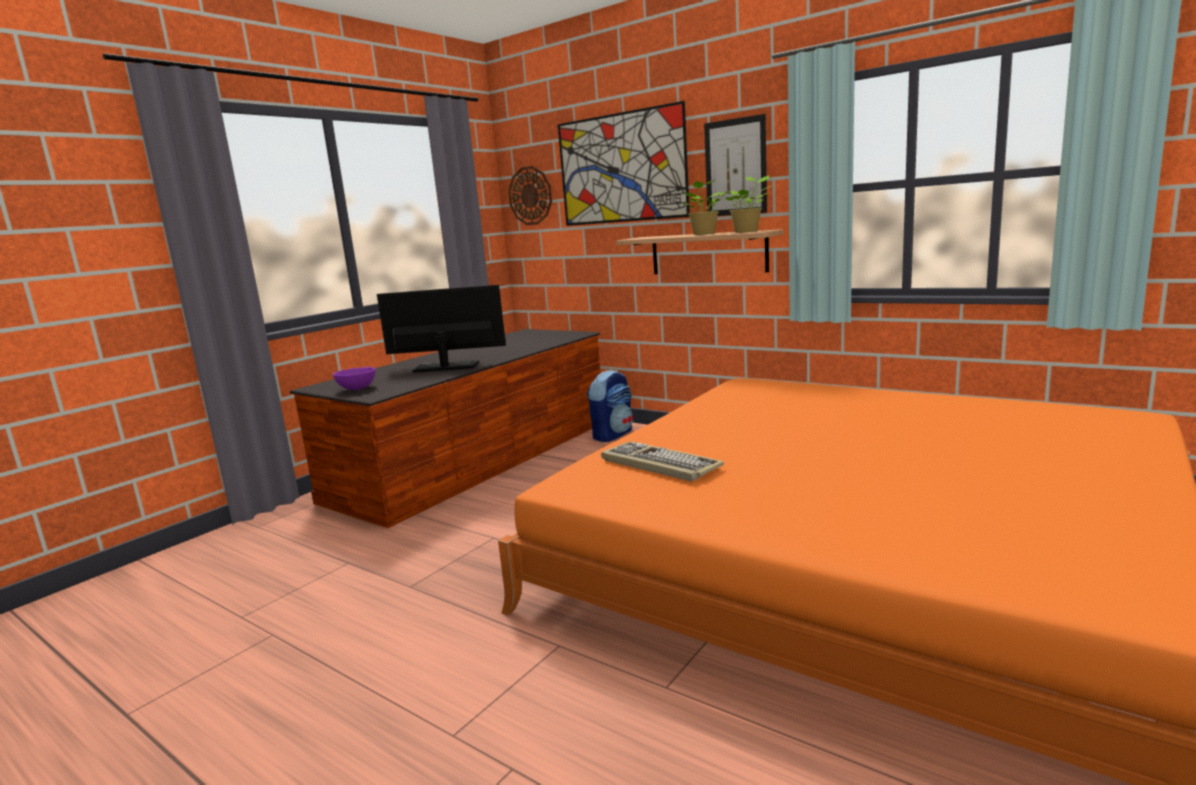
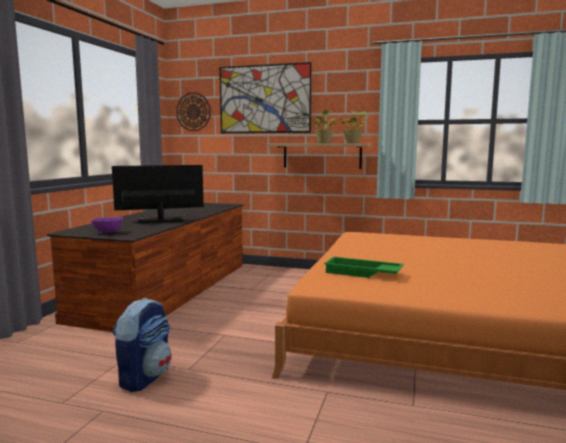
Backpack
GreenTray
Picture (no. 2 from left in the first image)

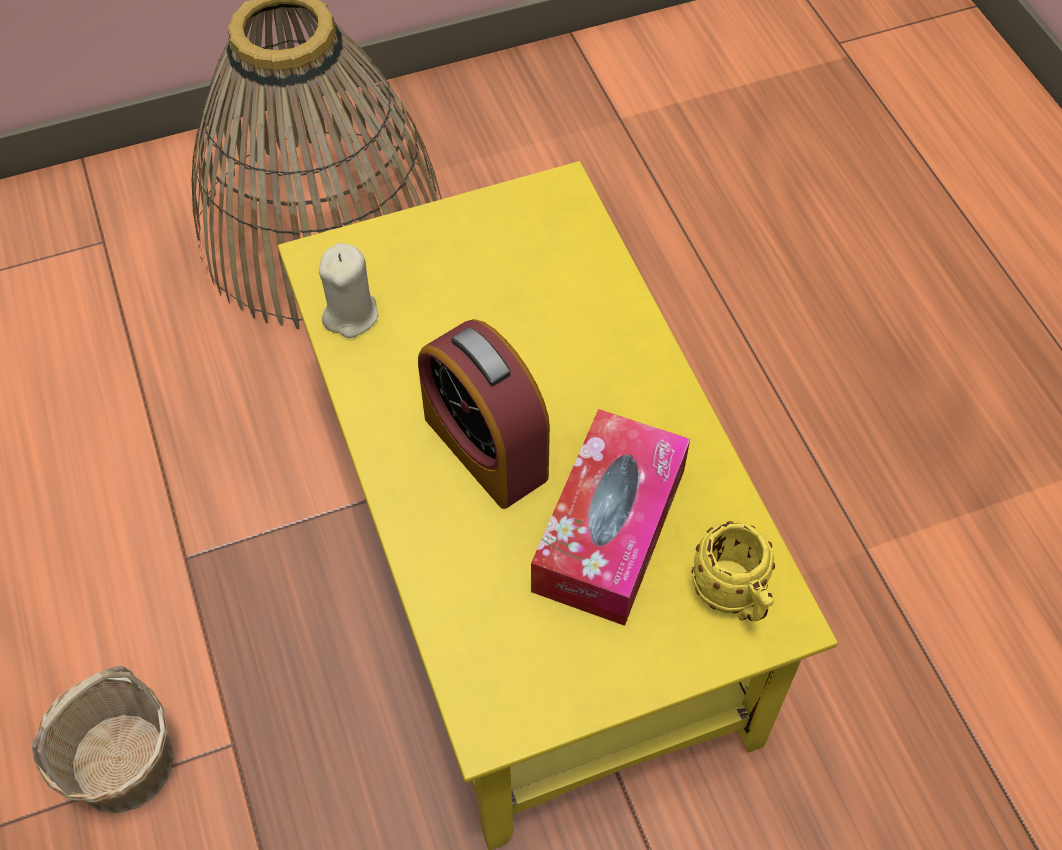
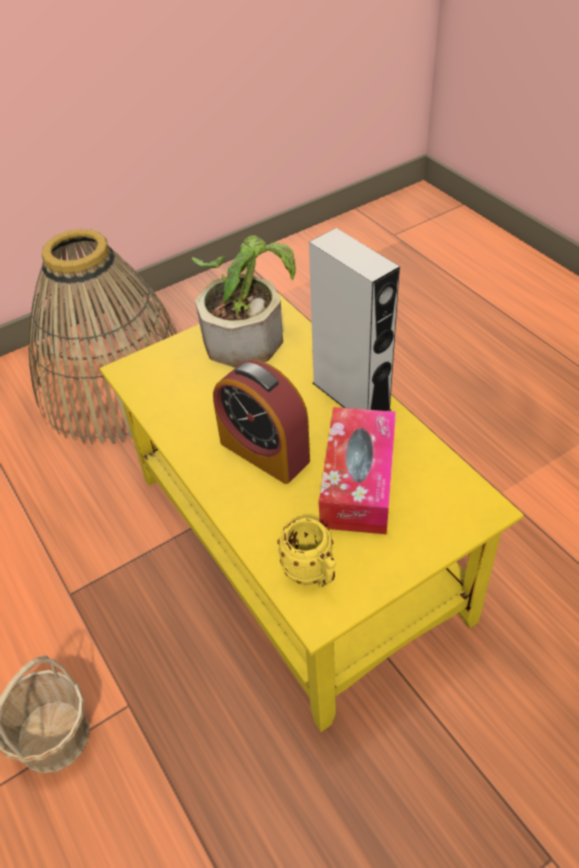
SandColouredWaxCandle
YellowMug
PottedPlant
GrayLoudspeaker

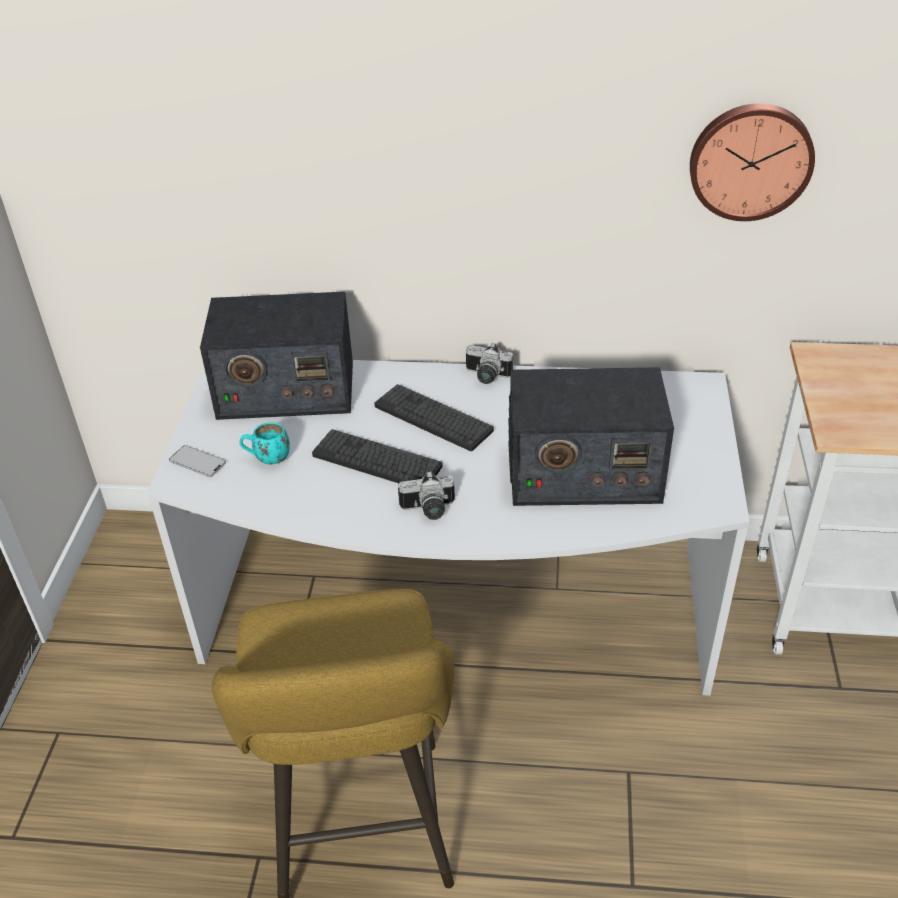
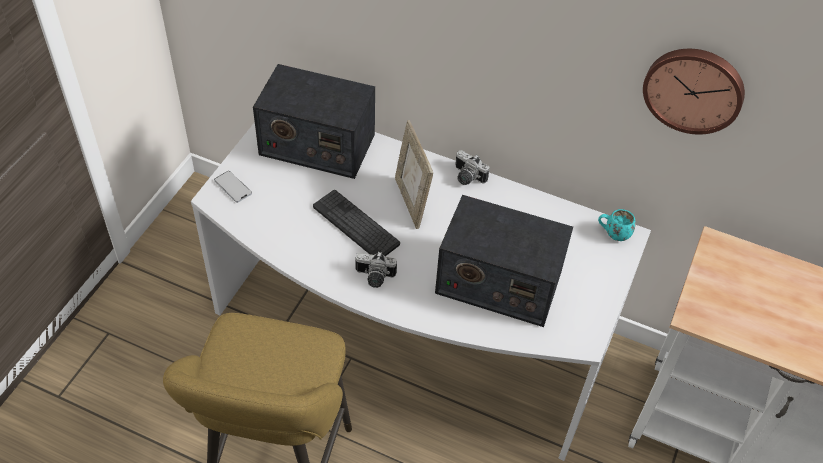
BlueGreenMug
StandingFrame

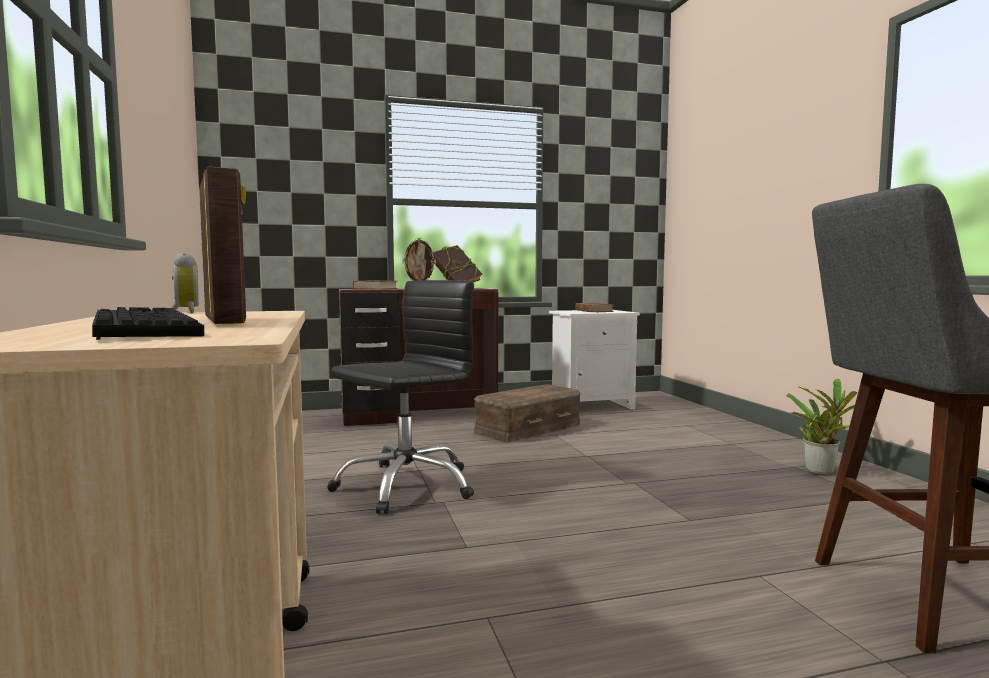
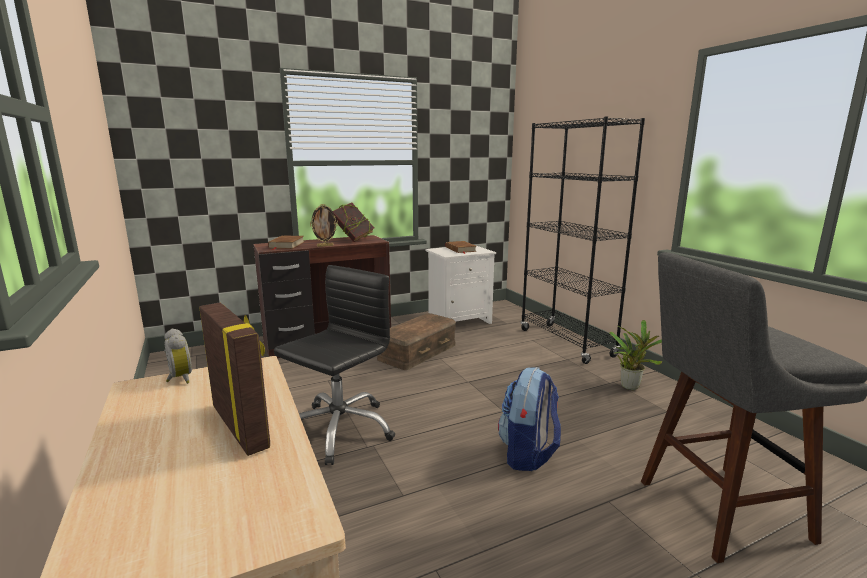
ComputerKeyboard
Backpack
BlackishBookcase

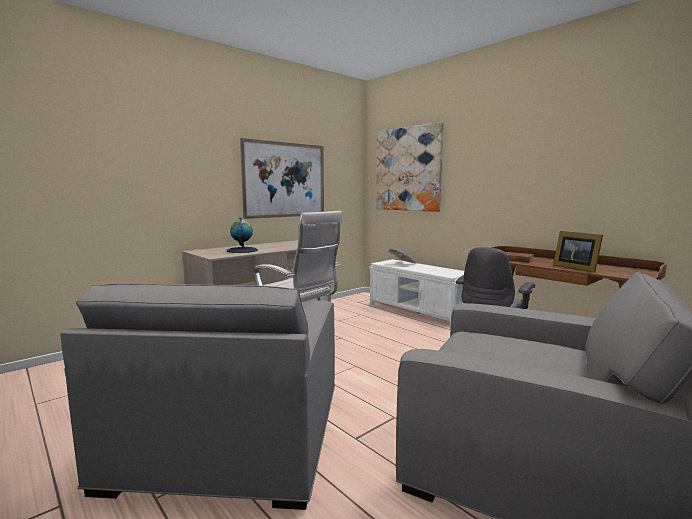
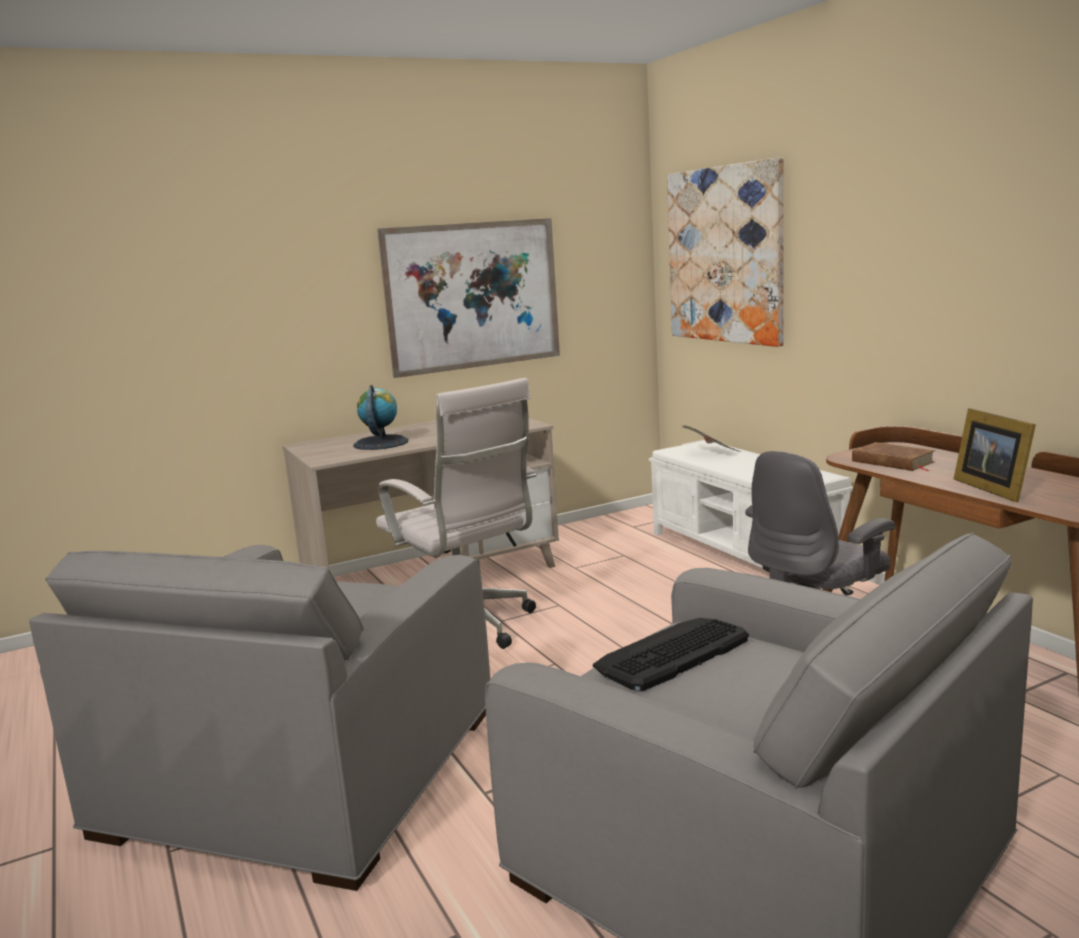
ComputerKeyboard

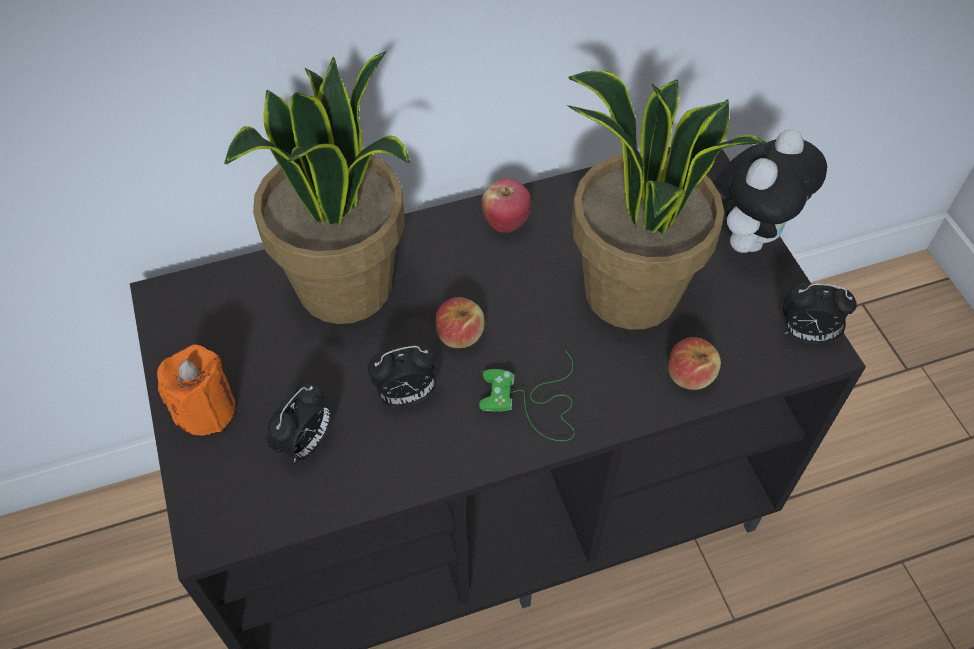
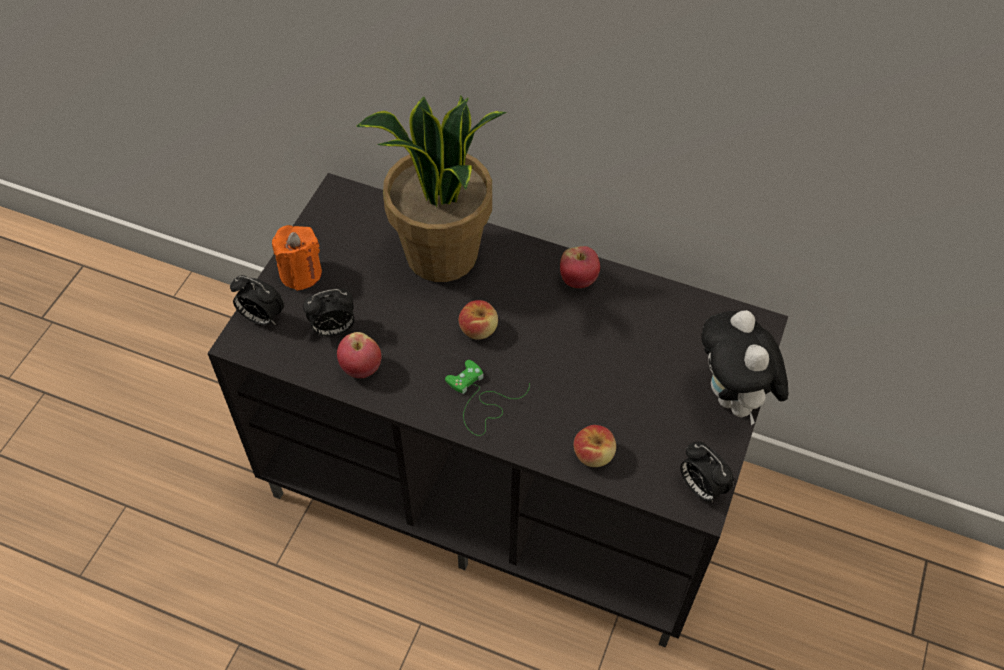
BedsideClock (no. 1 from left)
PottedPlant (no. 2 from left in the first image)
CuddlyToy
WholeApple (no. 1 from left)

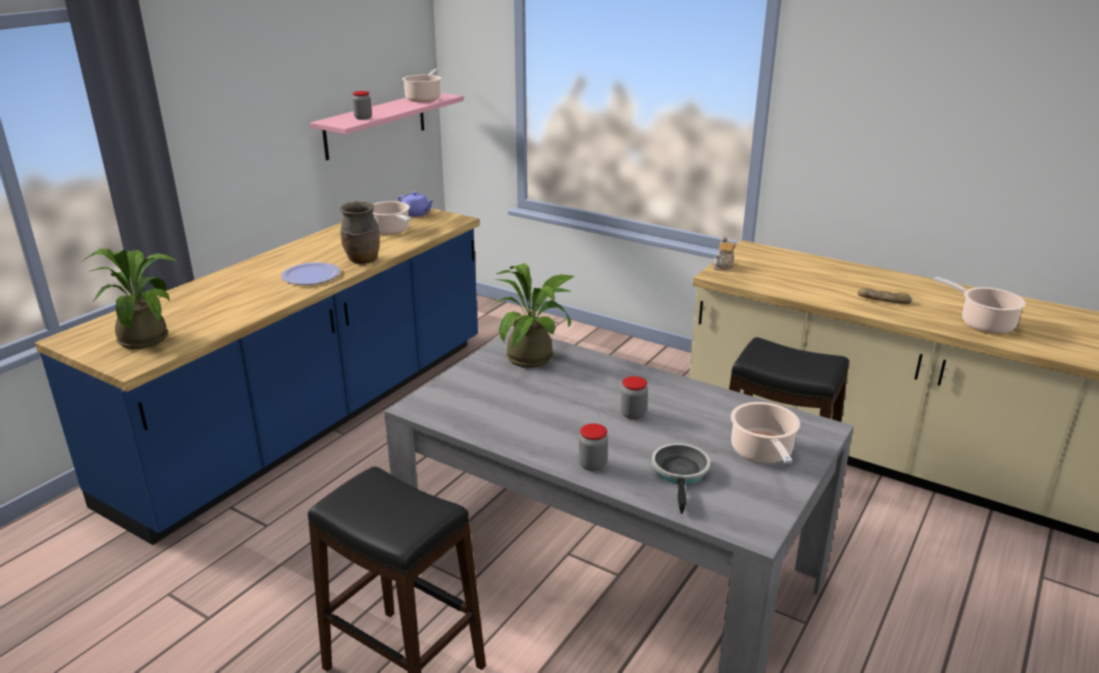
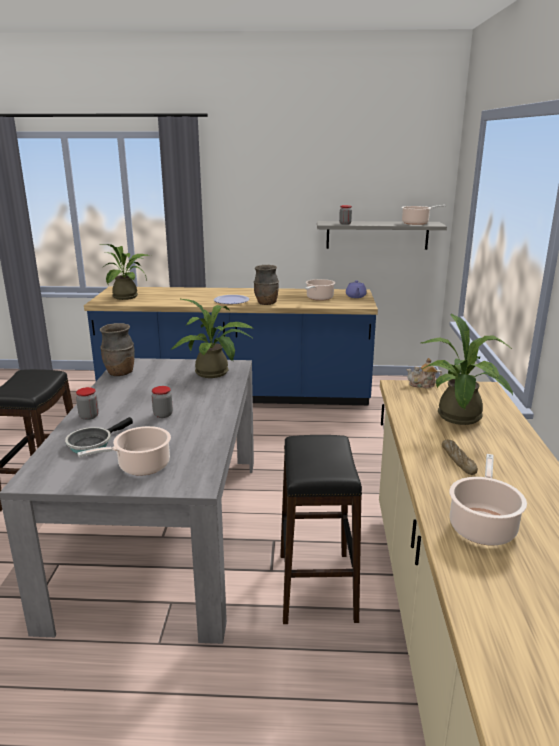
GrayWallShelf
FryingPan
BrownColouredFlowerVase (no. 1 from left)
PottedPlant (no. 3 from left)

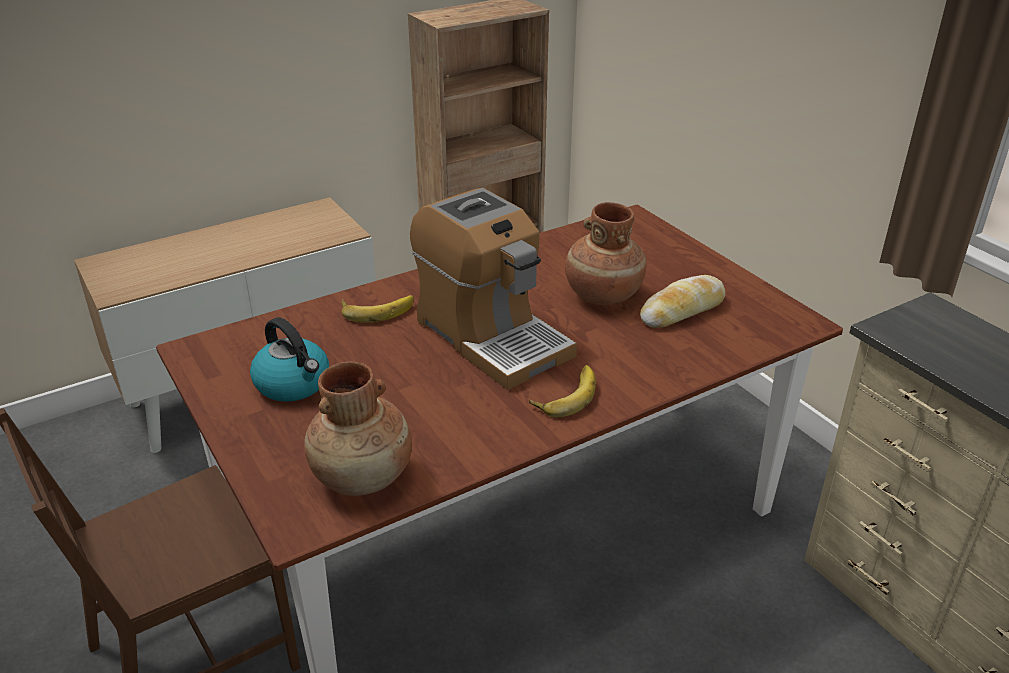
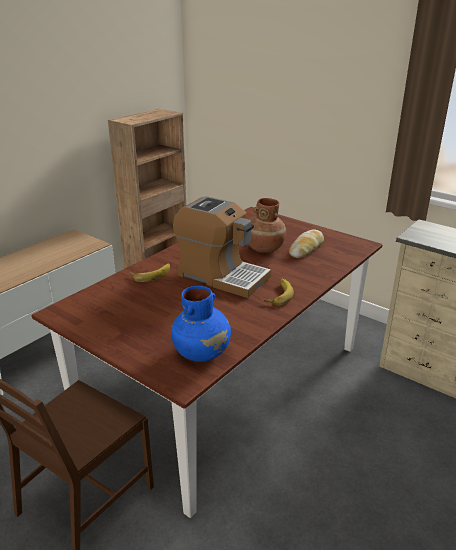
TeaKettle
BluishFlowerVase

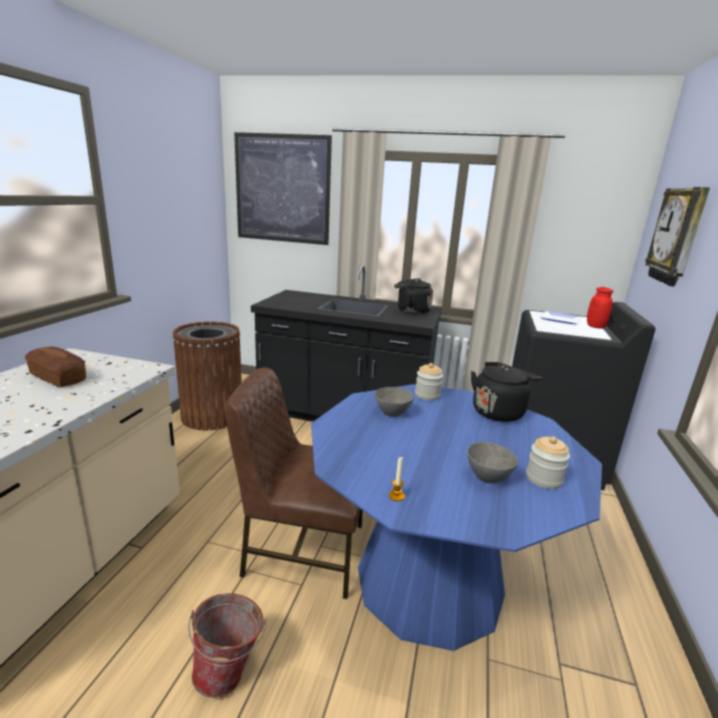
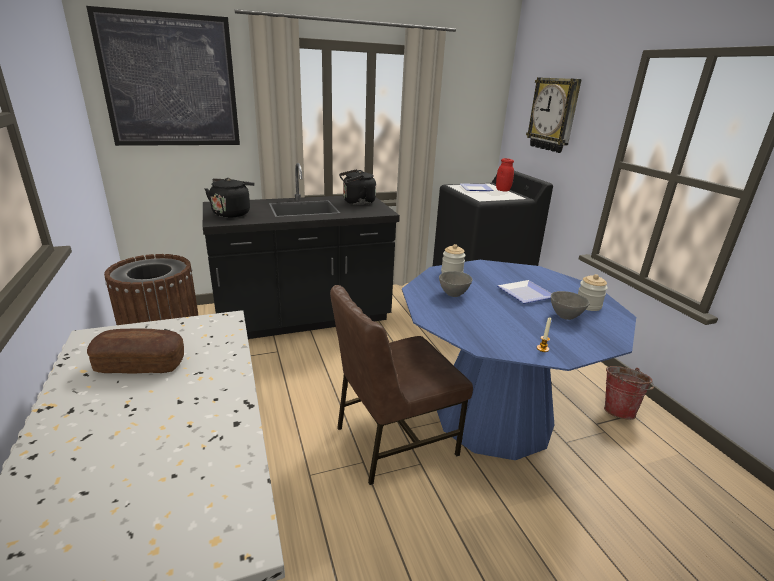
Bucket
BlackishTeaKettle (no. 1 from left)
DinnerPlate (no. 2 from left)

